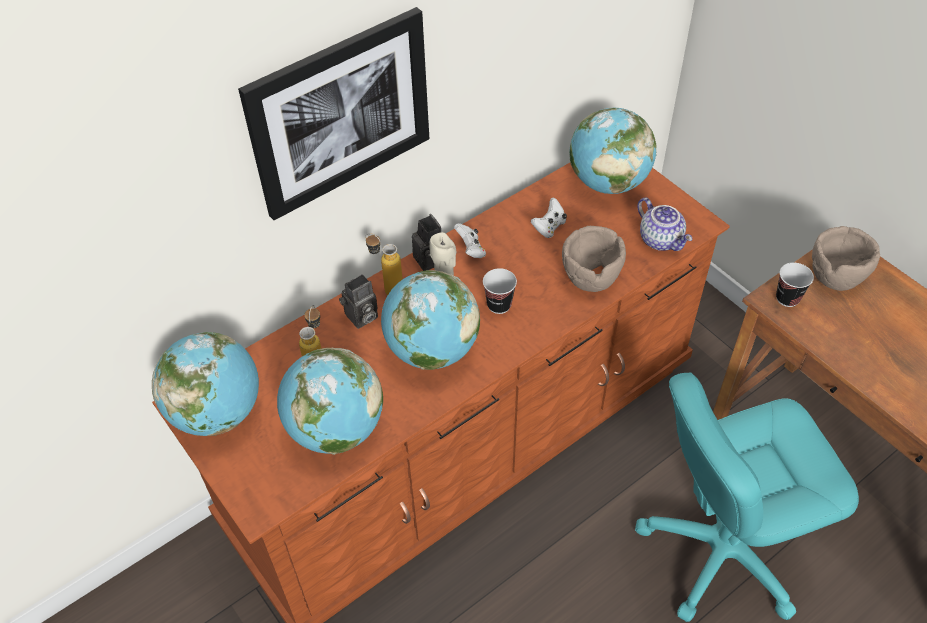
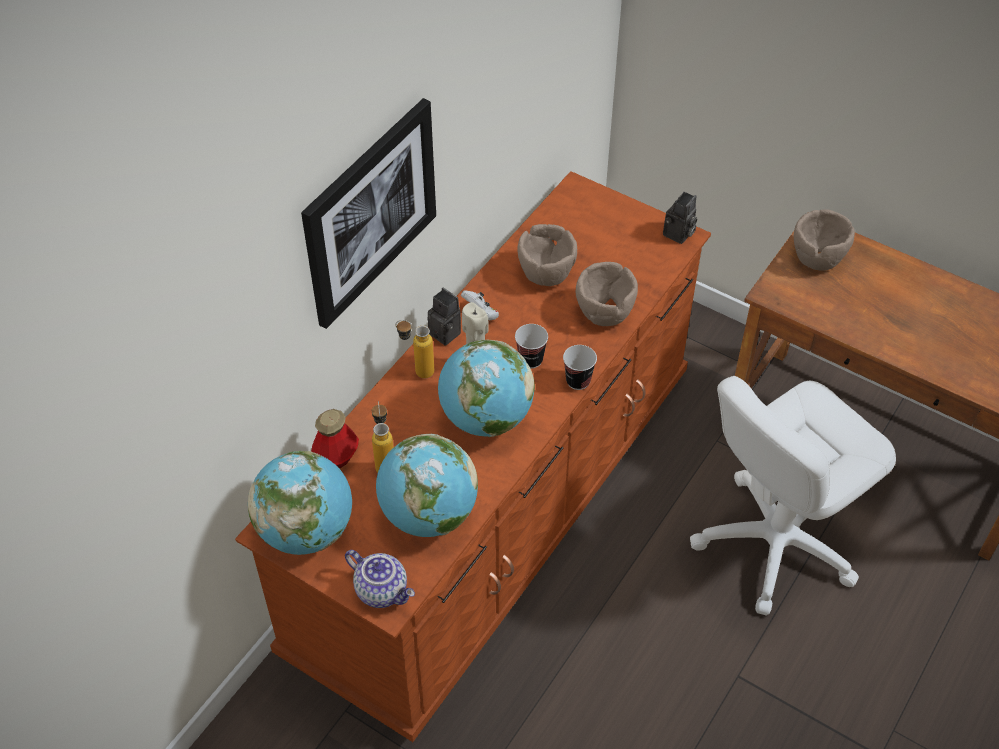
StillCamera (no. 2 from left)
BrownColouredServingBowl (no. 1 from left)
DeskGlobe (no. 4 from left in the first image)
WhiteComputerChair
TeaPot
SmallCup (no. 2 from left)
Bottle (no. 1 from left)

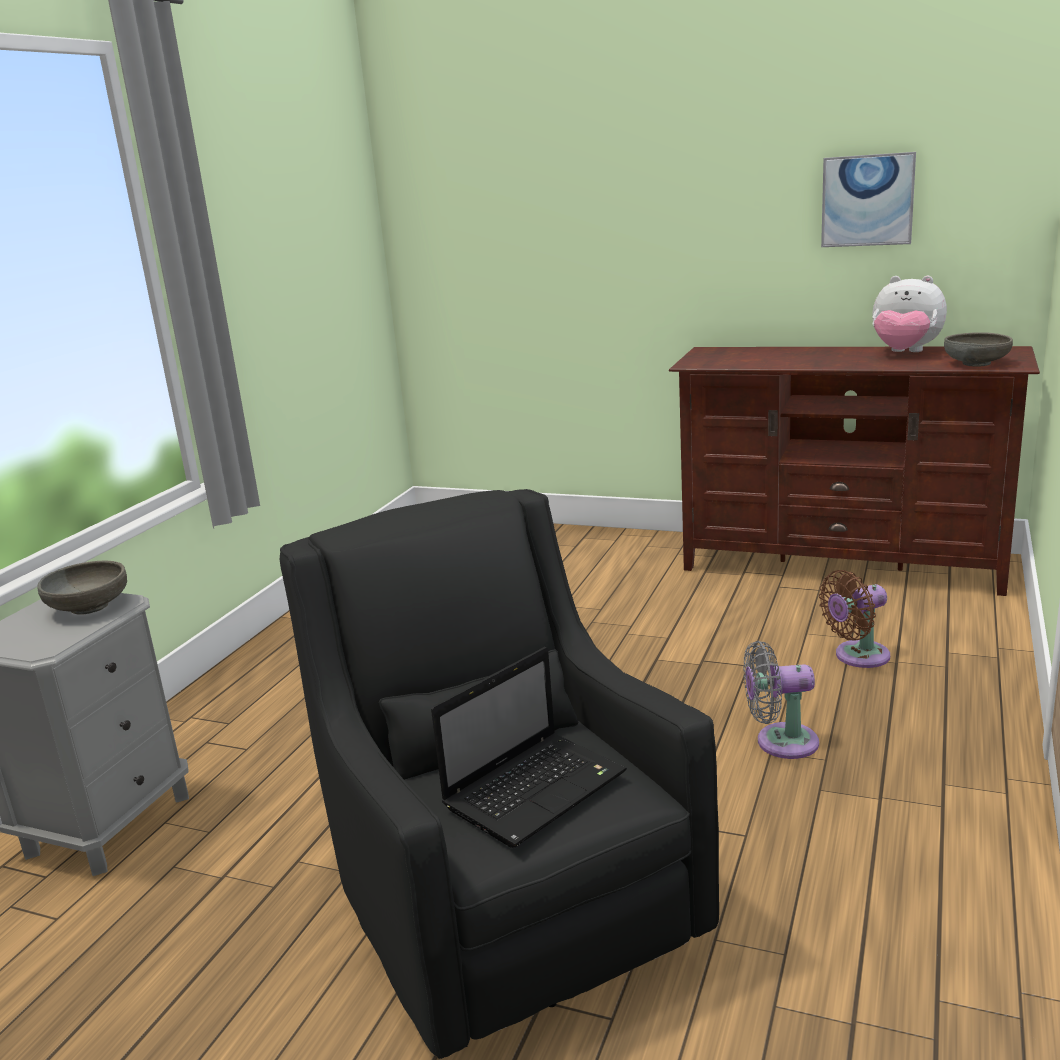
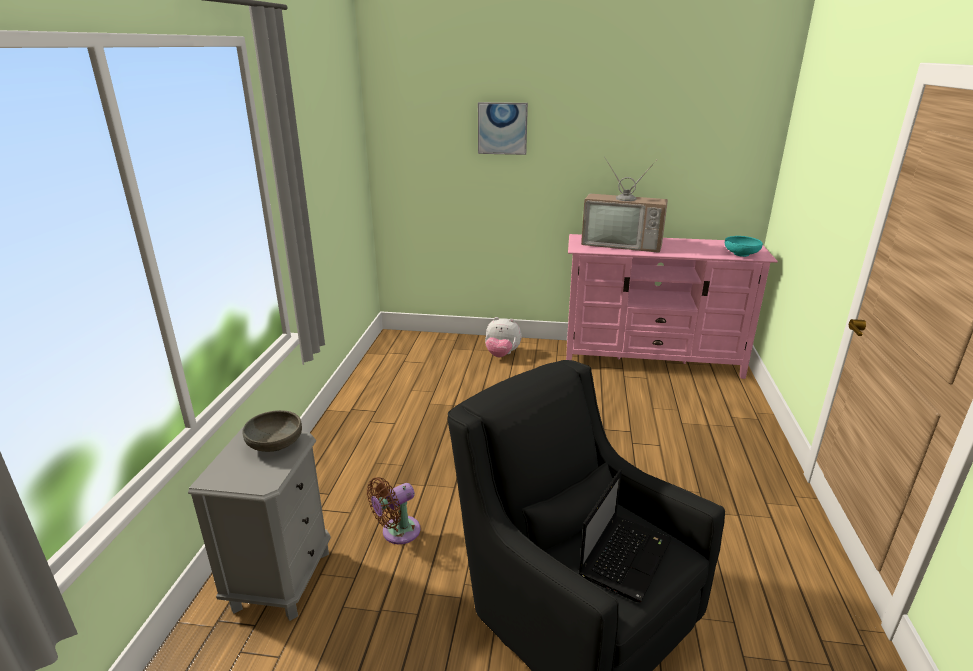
PinkTvStand
GrayElectricFan
BrownColouredElectricFan
Picture
CuddlyToy
BlueGreenServingBowl
Tv

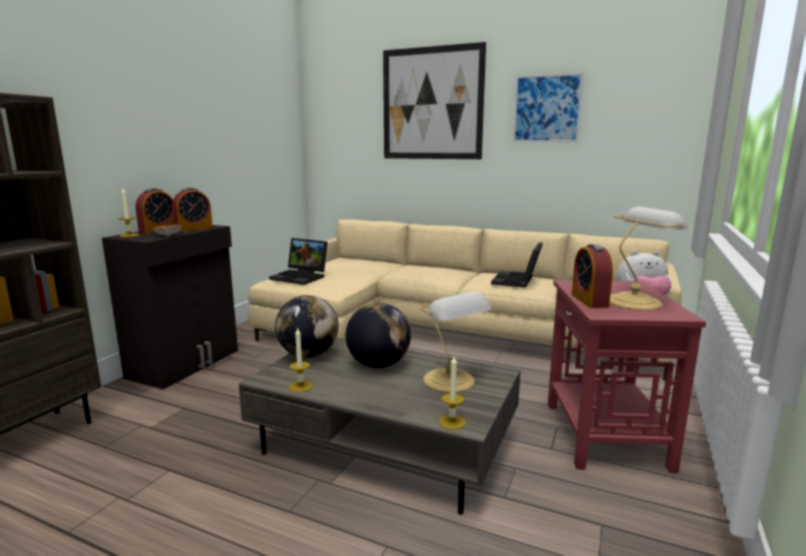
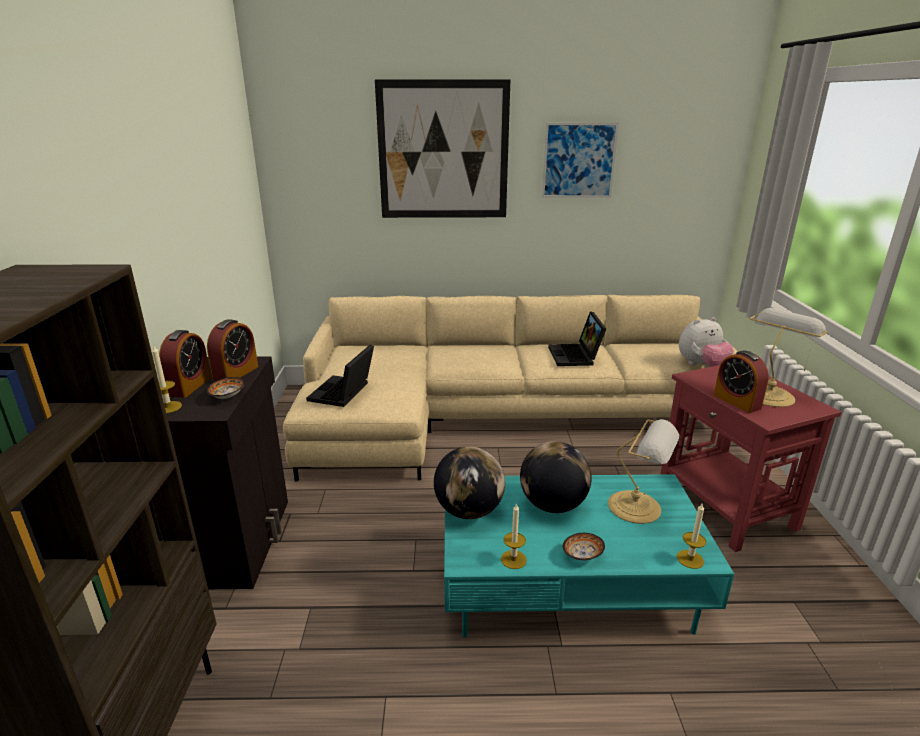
BlueGreenLoungeTable
Laptop (no. 1 from left)
ServingBowl (no. 2 from left)

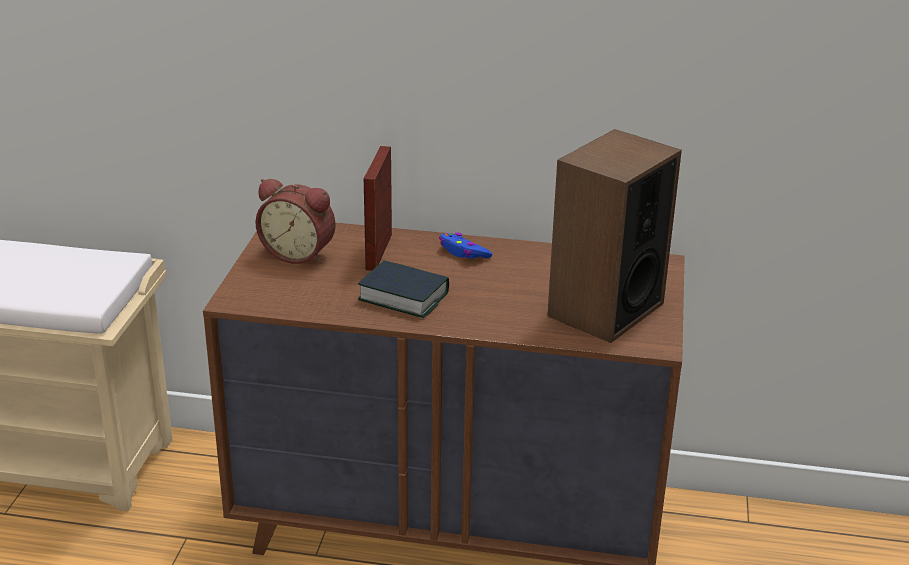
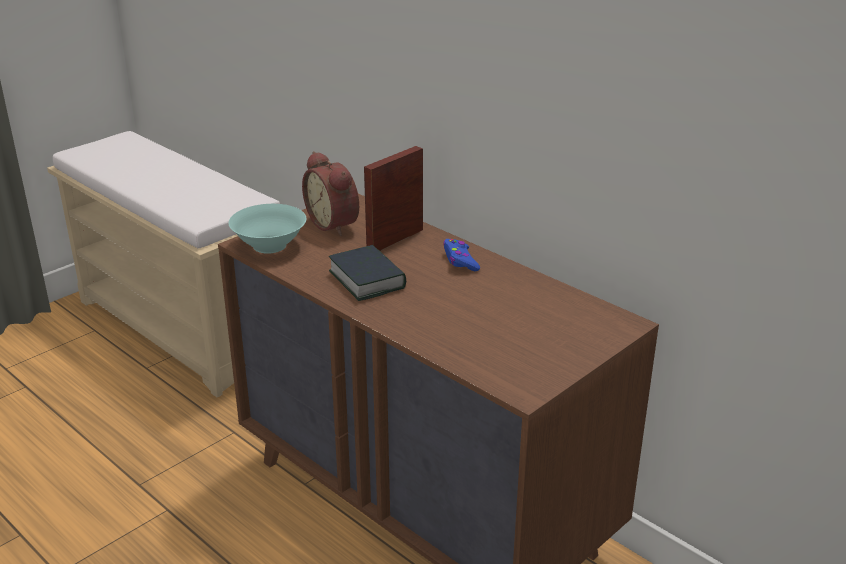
Loudspeaker
BlueGreenServingBowl

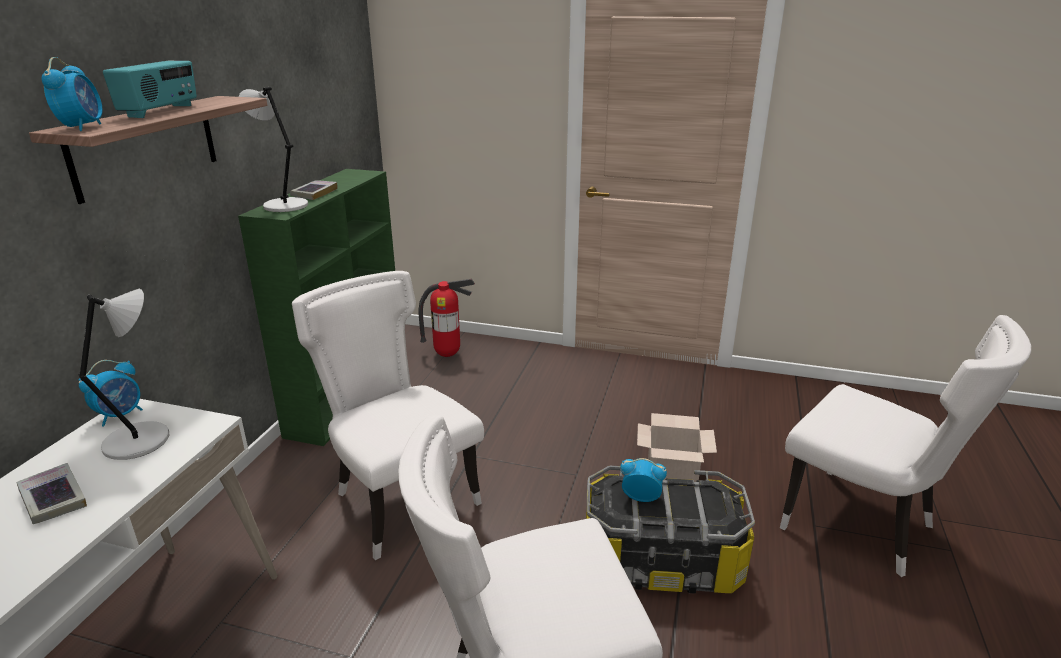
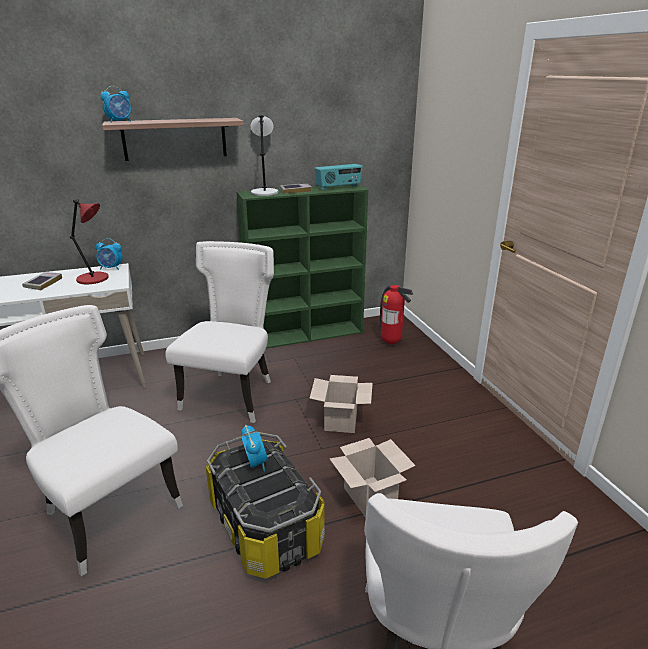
RedTabletopLamp
RadioReceiver
CardboardBox (no. 1 from left)

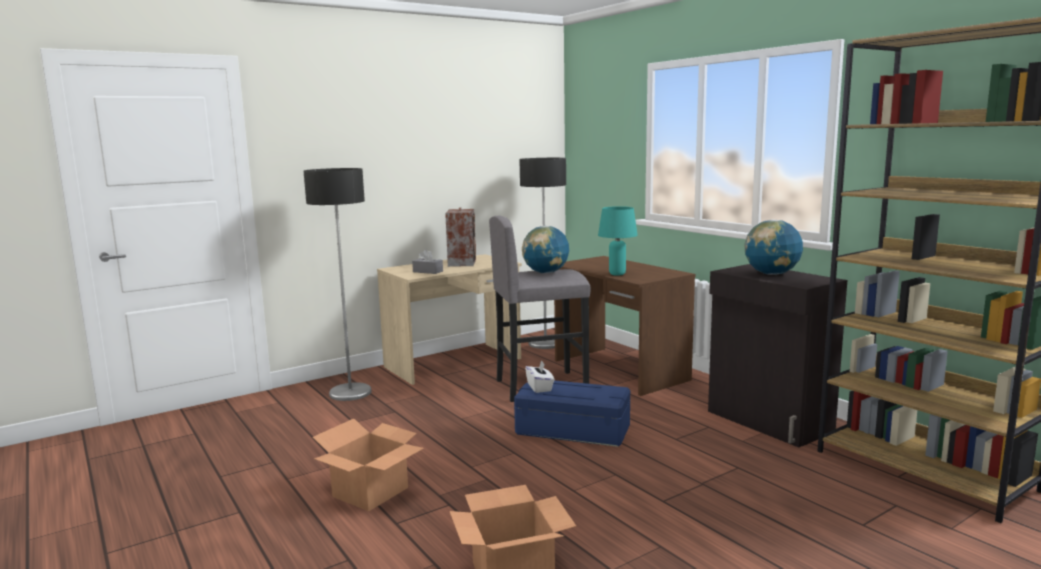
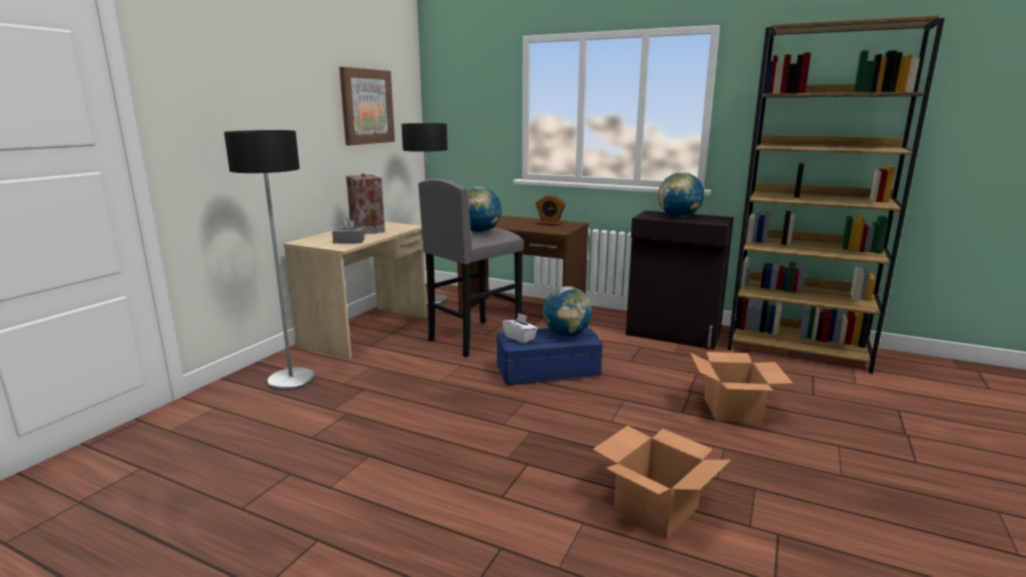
CardboardBox (no. 2 from left)
BlueGreenTabletopLamp
Picture
BedsideClock
DeskGlobe (no. 2 from left)

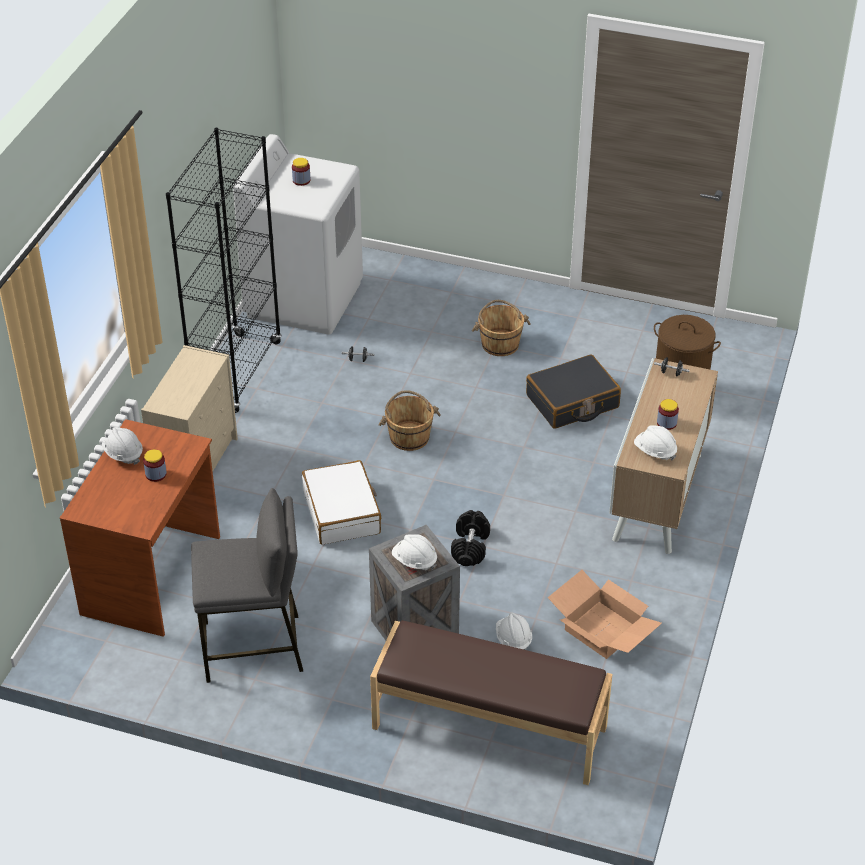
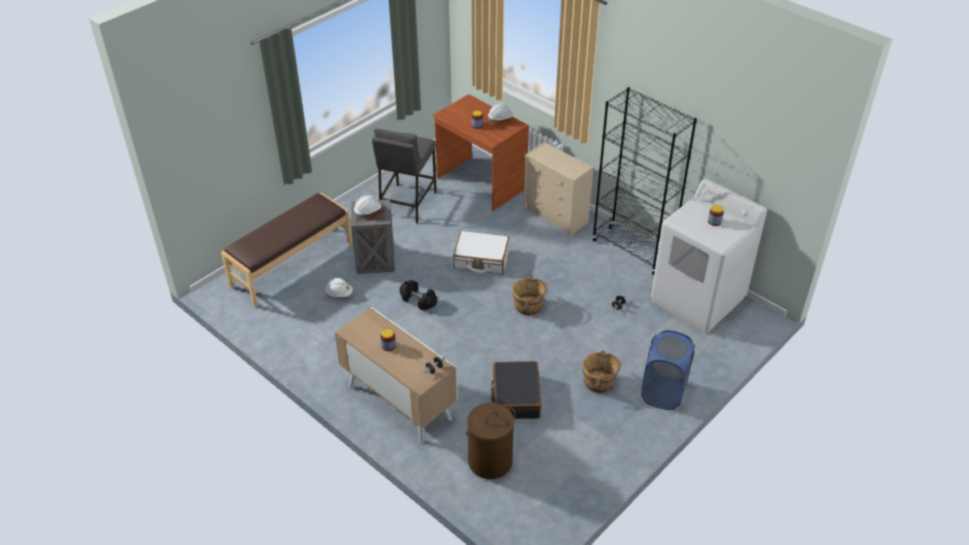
CardboardBox
WhiteHardHat (no. 4 from left in the first image)
BluishWashingBasket

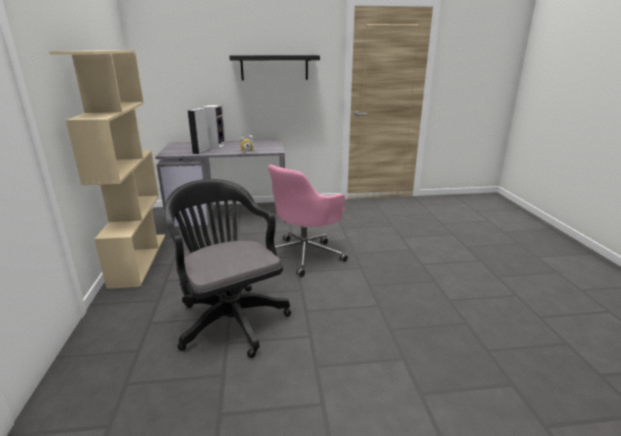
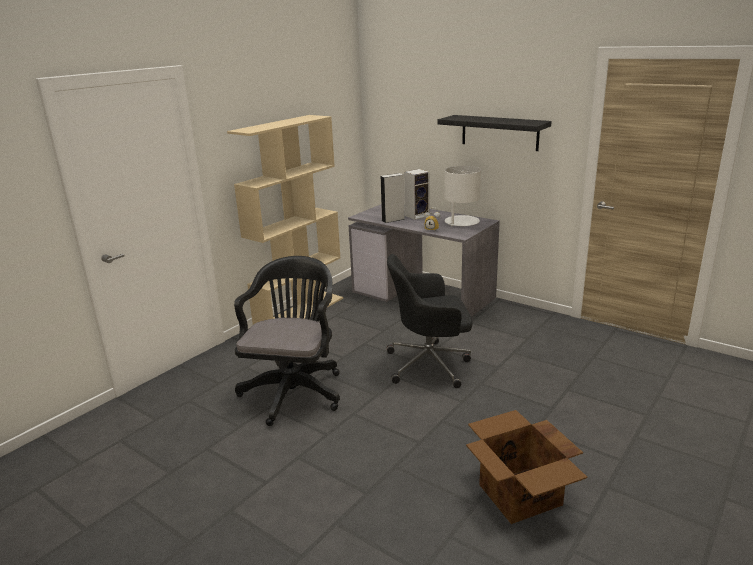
BlackishComputerChair (no. 2 from left)
WhiteTabletopLamp
CardboardBox

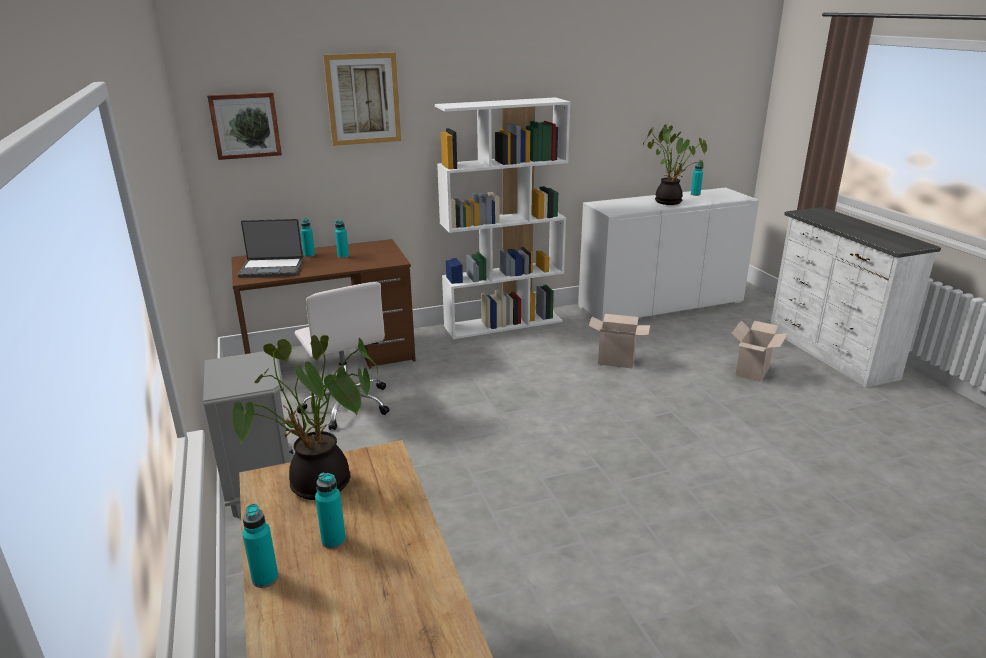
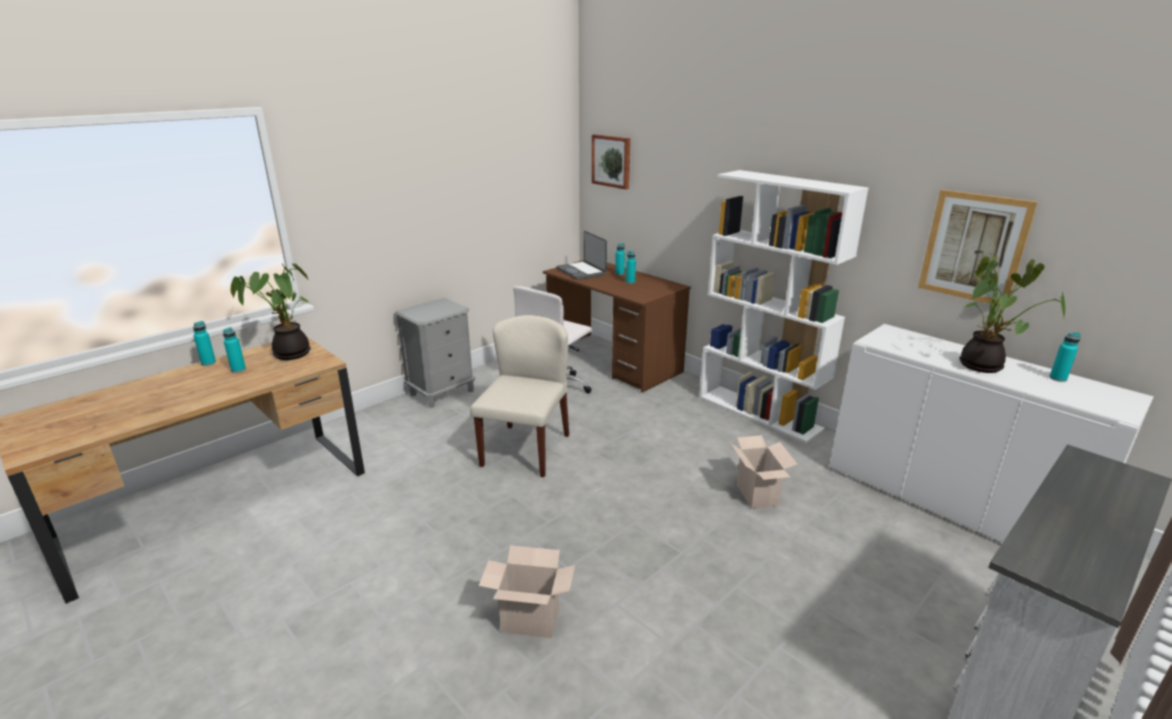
Picture (no. 2 from left)
CardboardBox (no. 1 from left)
SandColouredPlainChair

